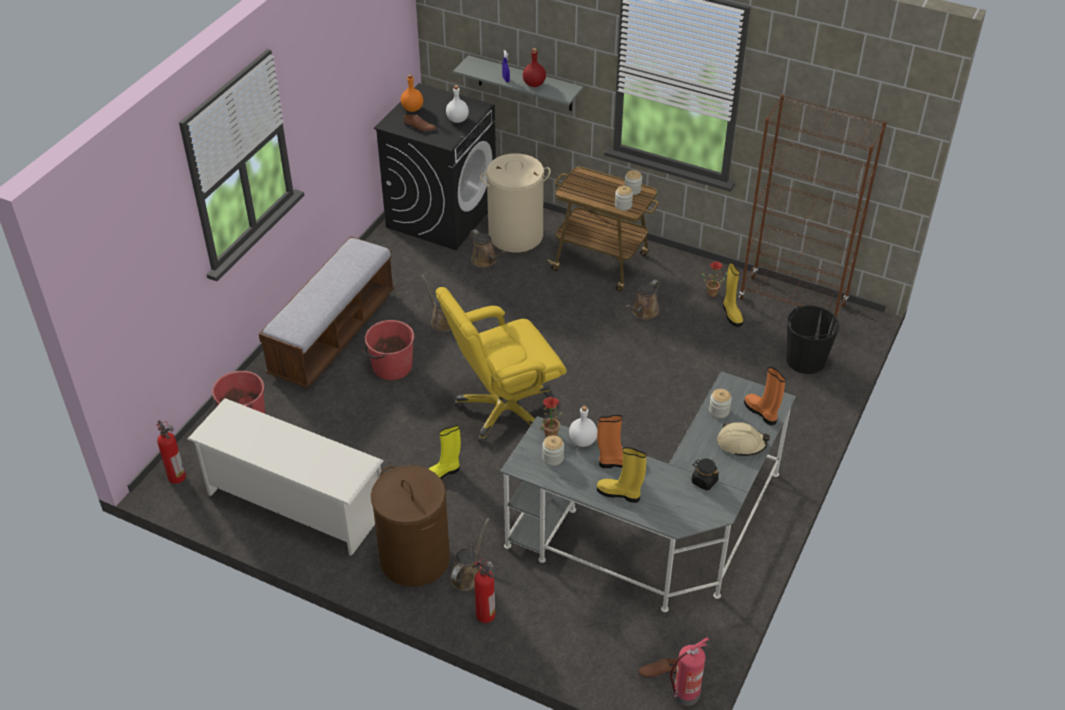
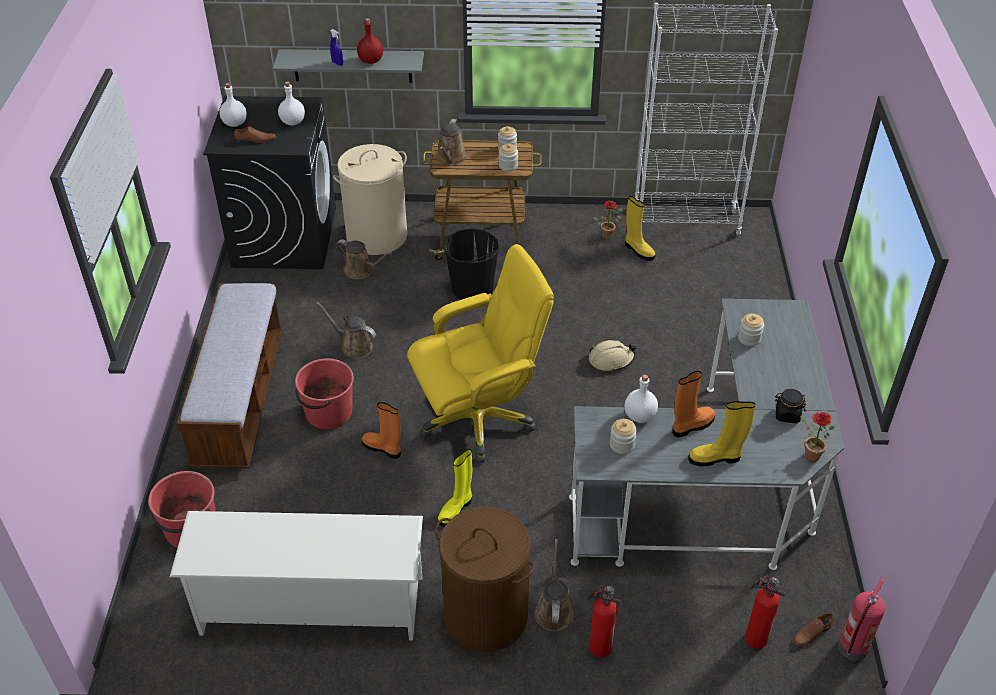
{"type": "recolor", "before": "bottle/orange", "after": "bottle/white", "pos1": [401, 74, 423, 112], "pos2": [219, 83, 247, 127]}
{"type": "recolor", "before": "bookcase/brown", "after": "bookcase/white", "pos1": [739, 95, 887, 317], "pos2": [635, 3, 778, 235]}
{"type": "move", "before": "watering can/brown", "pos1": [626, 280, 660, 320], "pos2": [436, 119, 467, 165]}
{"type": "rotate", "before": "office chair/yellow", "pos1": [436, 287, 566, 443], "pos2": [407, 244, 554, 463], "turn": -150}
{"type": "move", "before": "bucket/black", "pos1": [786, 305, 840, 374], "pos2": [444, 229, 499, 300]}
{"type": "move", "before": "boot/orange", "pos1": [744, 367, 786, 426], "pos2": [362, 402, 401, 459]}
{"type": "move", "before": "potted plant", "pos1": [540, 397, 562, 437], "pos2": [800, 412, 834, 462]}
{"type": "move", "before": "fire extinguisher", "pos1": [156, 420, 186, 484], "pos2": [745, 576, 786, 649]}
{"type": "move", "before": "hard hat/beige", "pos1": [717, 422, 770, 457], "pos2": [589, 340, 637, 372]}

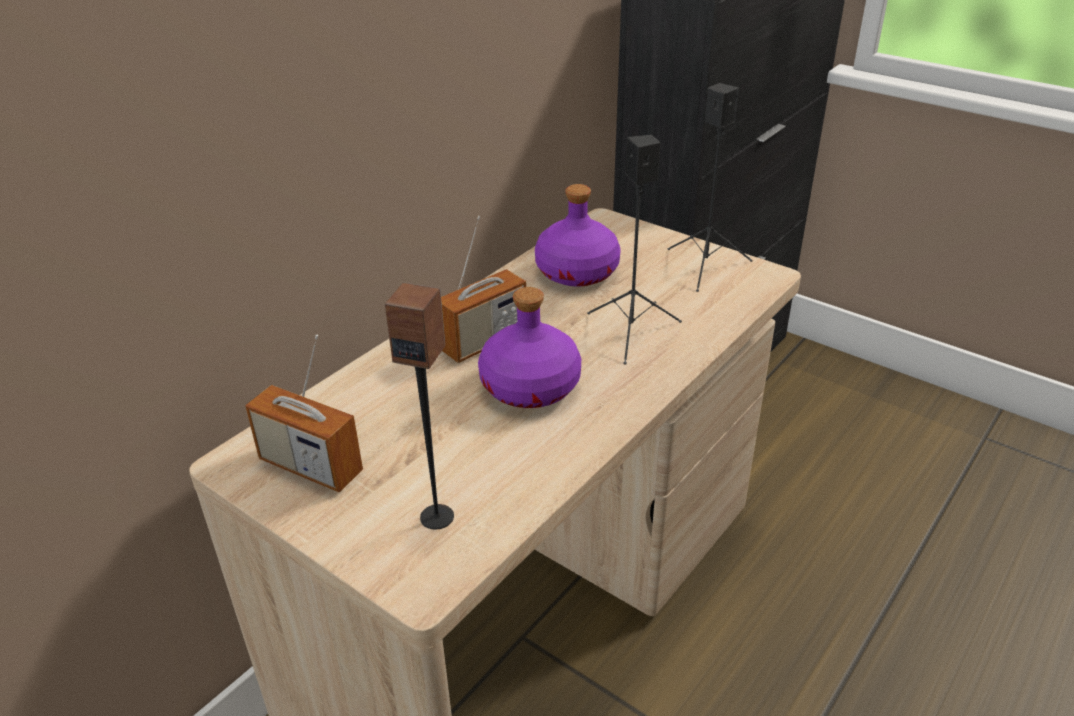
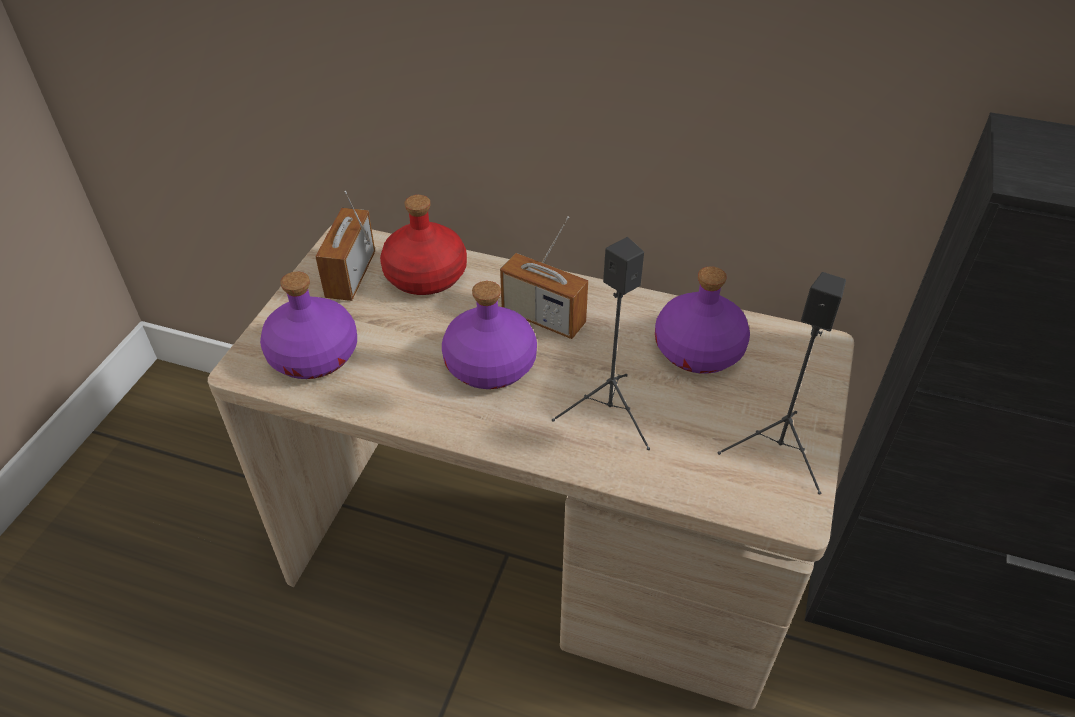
{"type": "replace", "before": "speaker", "after": "bottle/purple", "pos1": [385, 282, 454, 530], "pos2": [260, 272, 357, 379]}
{"type": "insert", "after": "bottle/red", "pos2": [380, 195, 467, 295]}

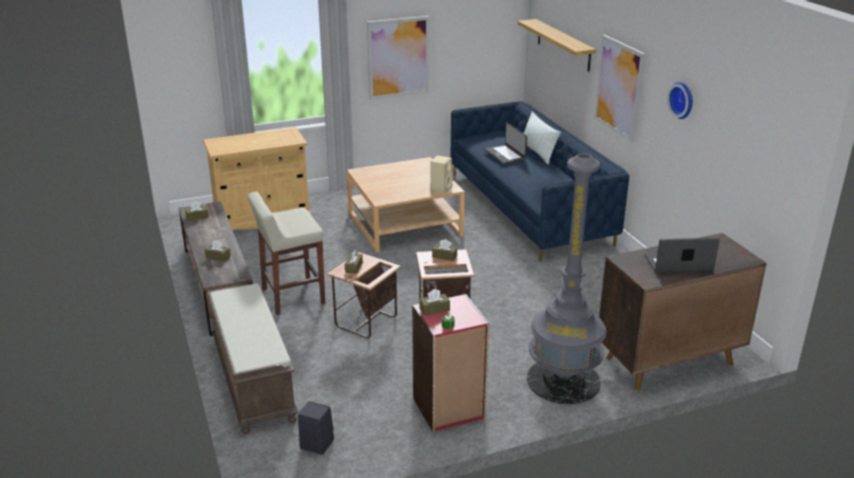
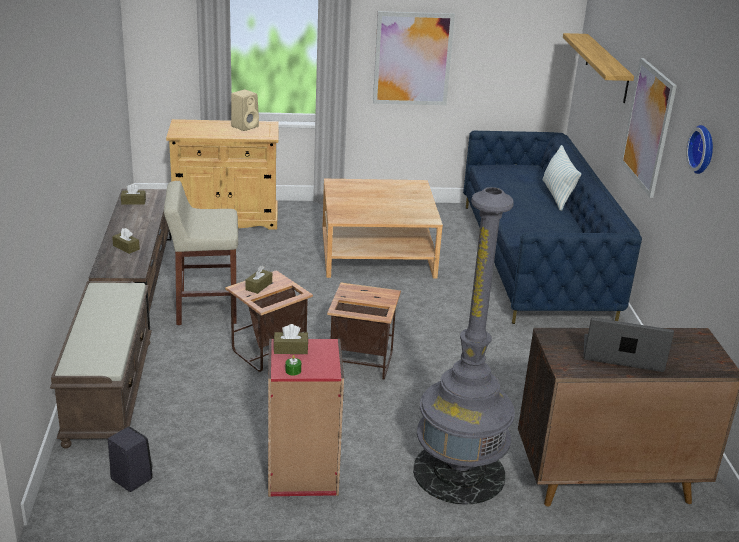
{"type": "delete", "before": "laptop", "pos1": [484, 122, 527, 164]}
{"type": "move", "before": "speaker/beige", "pos1": [430, 156, 453, 193], "pos2": [231, 90, 259, 131]}
{"type": "delete", "before": "tissue box/brown", "pos1": [432, 239, 457, 261]}

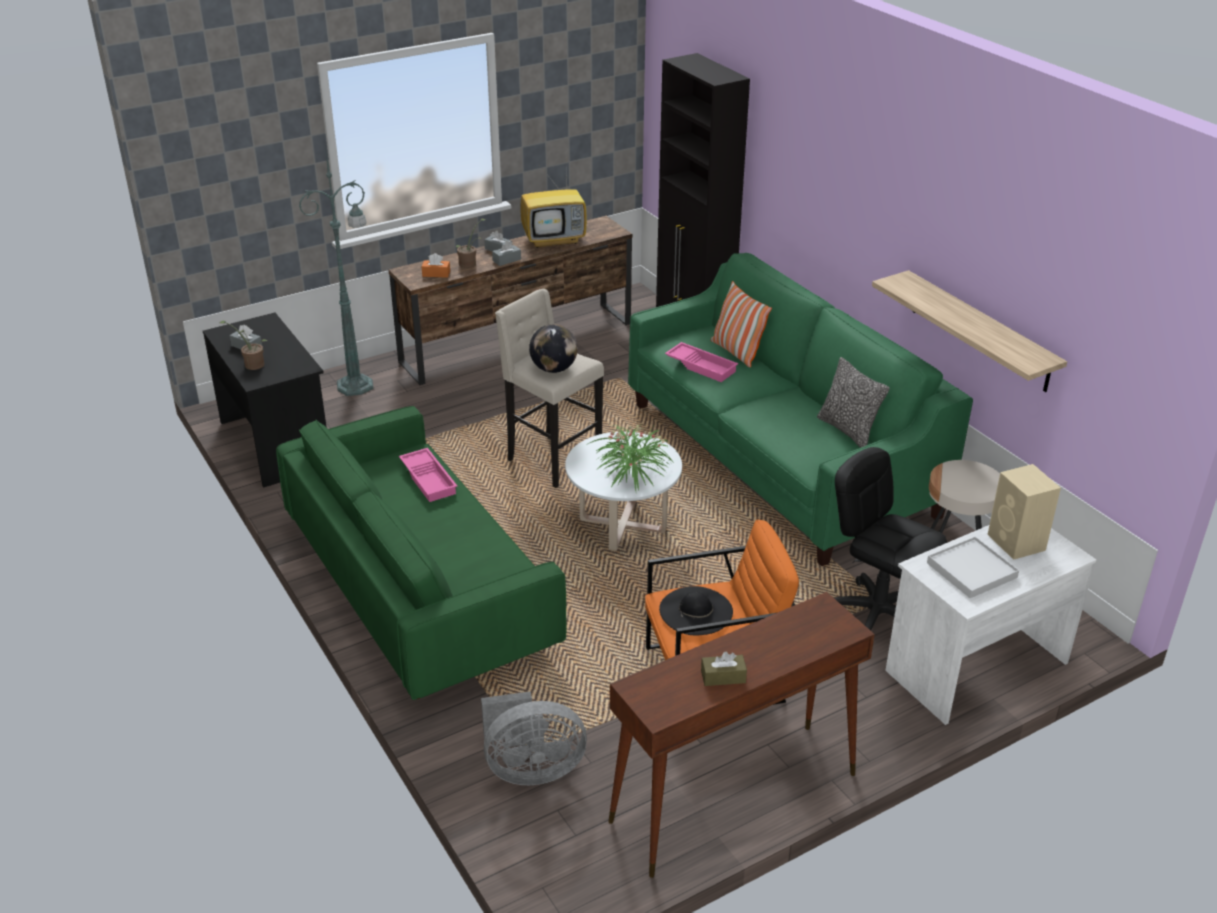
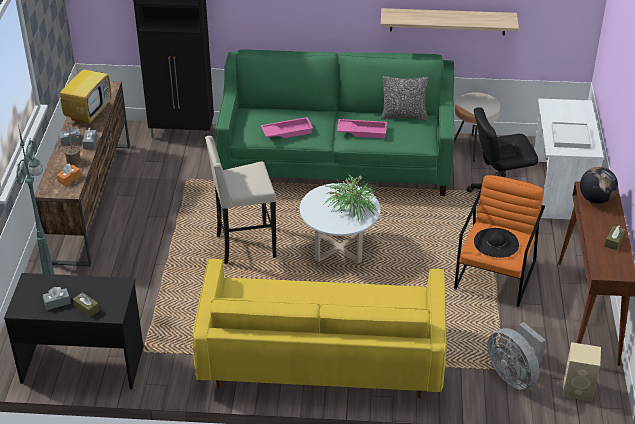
{"type": "delete", "before": "pillow", "pos1": [711, 281, 772, 368]}
{"type": "replace", "before": "potted plant", "after": "tissue box/brown", "pos1": [219, 321, 267, 370], "pos2": [73, 292, 100, 317]}
{"type": "move", "before": "globe", "pos1": [529, 324, 578, 373], "pos2": [580, 167, 618, 204]}
{"type": "recolor", "before": "sofa/green", "after": "sofa/yellow", "pos1": [276, 406, 566, 700], "pos2": [193, 259, 446, 398]}
{"type": "move", "before": "tray/pink", "pos1": [399, 448, 458, 502], "pos2": [337, 119, 387, 138]}
{"type": "move", "before": "speaker/beige", "pos1": [987, 464, 1061, 560], "pos2": [563, 342, 601, 401]}
{"type": "rotate", "before": "fan/grey", "pos1": [481, 691, 587, 785], "pos2": [487, 322, 546, 390], "turn": 120}

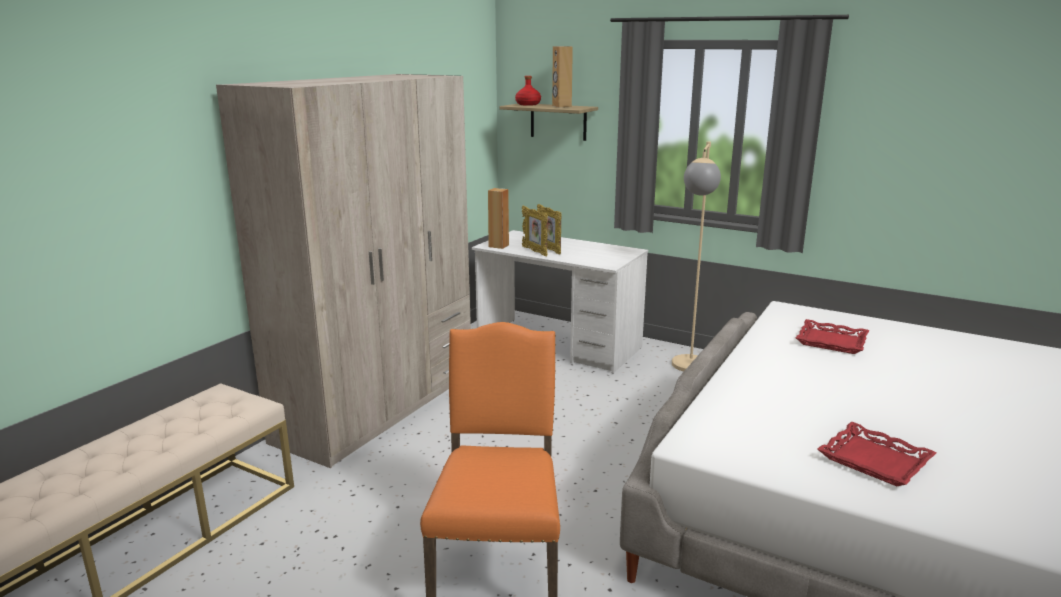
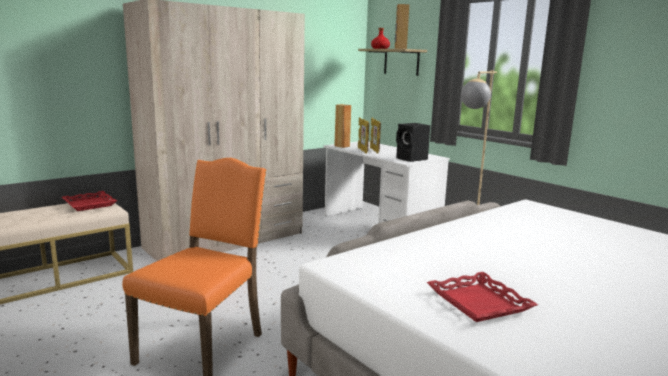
{"type": "move", "before": "tray/red", "pos1": [796, 319, 869, 354], "pos2": [62, 191, 117, 211]}
{"type": "insert", "after": "speaker/black", "pos2": [396, 123, 430, 162]}

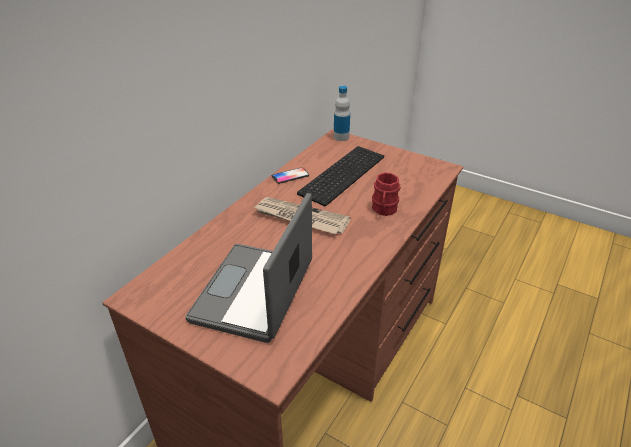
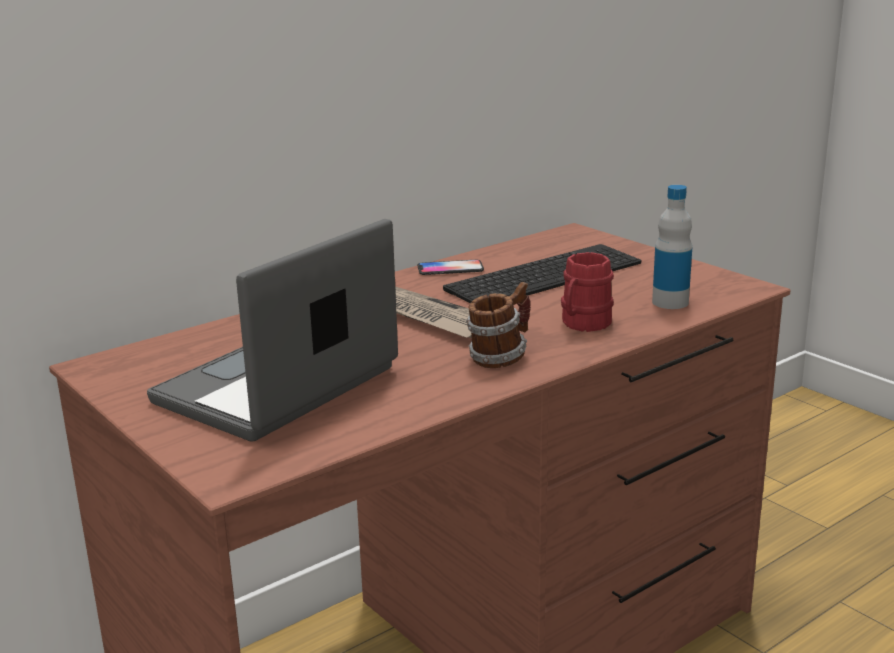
{"type": "move", "before": "bottle", "pos1": [334, 86, 350, 141], "pos2": [652, 185, 692, 309]}
{"type": "insert", "after": "mug", "pos2": [466, 282, 531, 368]}

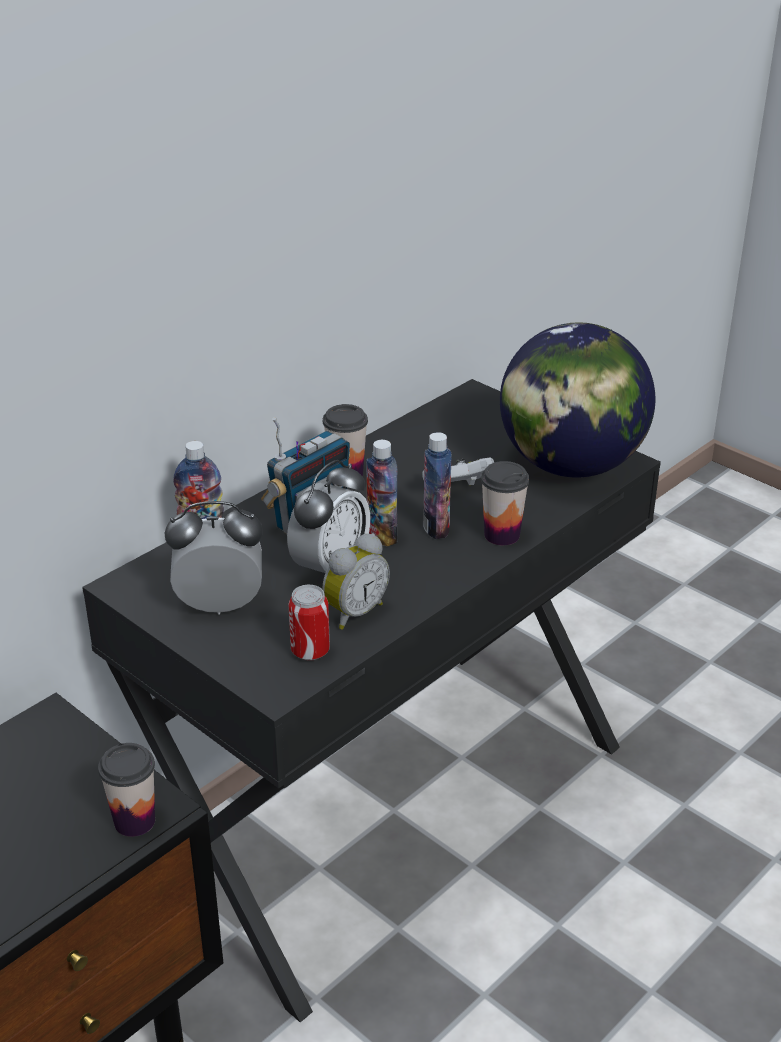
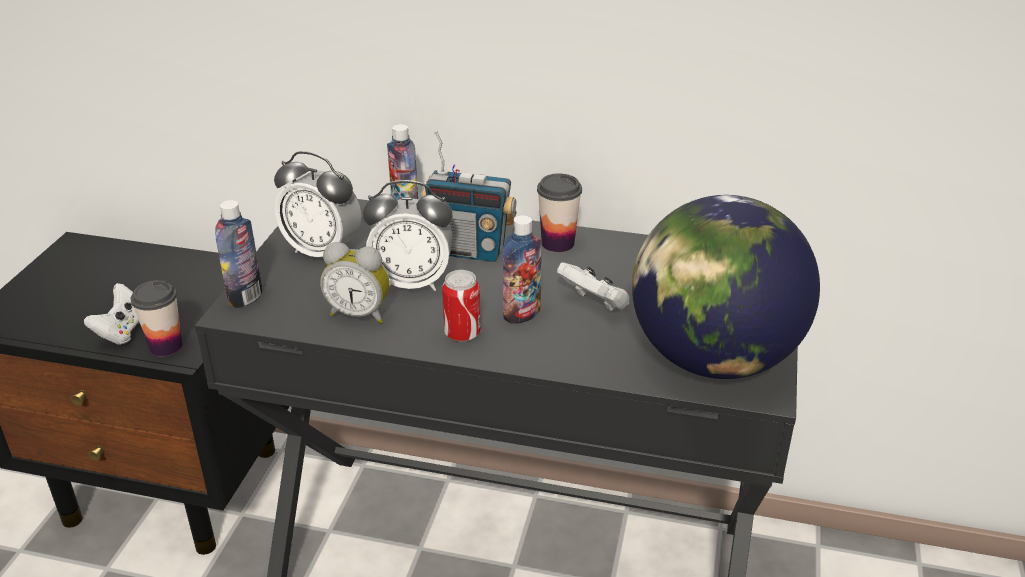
{"type": "move", "before": "bottle", "pos1": [366, 440, 397, 546], "pos2": [215, 200, 262, 308]}
{"type": "delete", "before": "cup", "pos1": [481, 461, 529, 546]}
{"type": "rotate", "before": "alarm clock", "pos1": [165, 501, 263, 615], "pos2": [274, 151, 362, 257], "turn": 150}
{"type": "move", "before": "can", "pos1": [289, 585, 330, 661], "pos2": [442, 270, 481, 342]}
{"type": "insert", "after": "game controller/white", "pos2": [84, 283, 139, 345]}

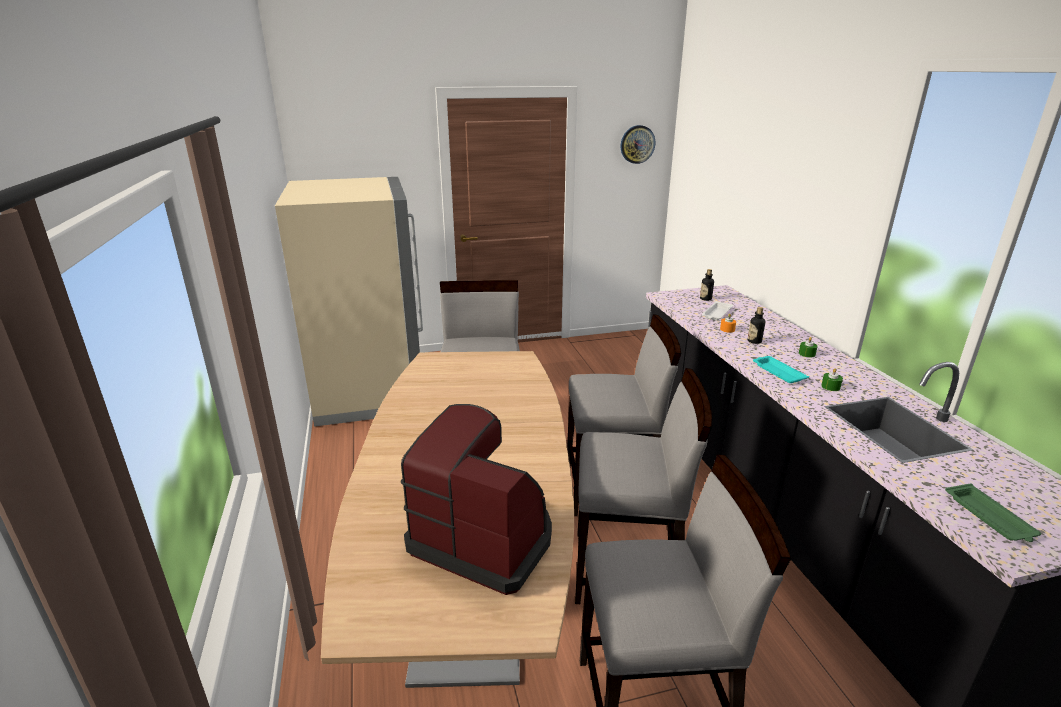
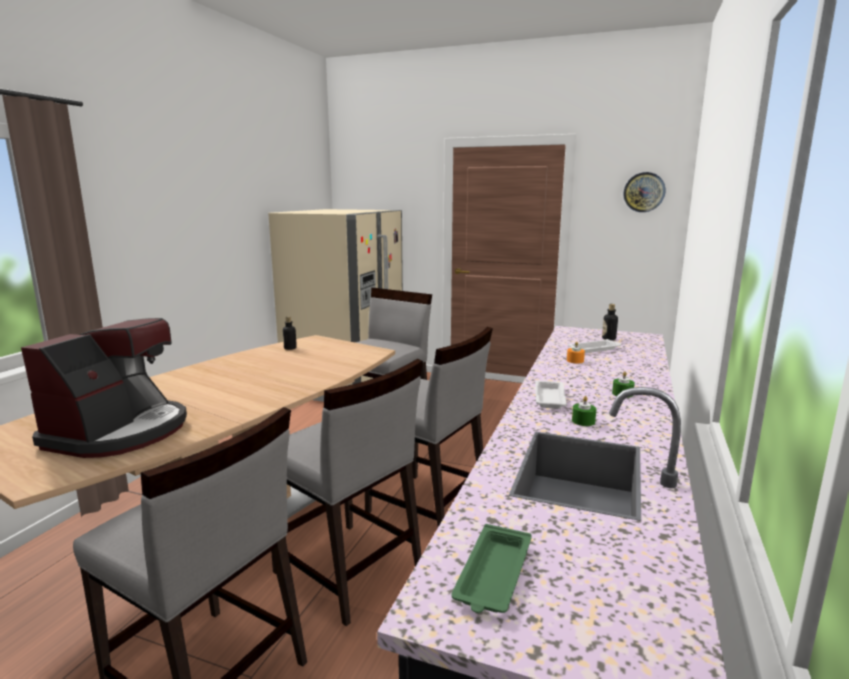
{"type": "move", "before": "bottle", "pos1": [748, 307, 765, 344], "pos2": [283, 316, 297, 350]}
{"type": "recolor", "before": "tray/turquoise", "after": "tray/white", "pos1": [753, 356, 809, 383], "pos2": [535, 381, 567, 409]}
{"type": "rotate", "before": "coffee machine", "pos1": [401, 404, 552, 595], "pos2": [21, 318, 187, 458], "turn": 45}

